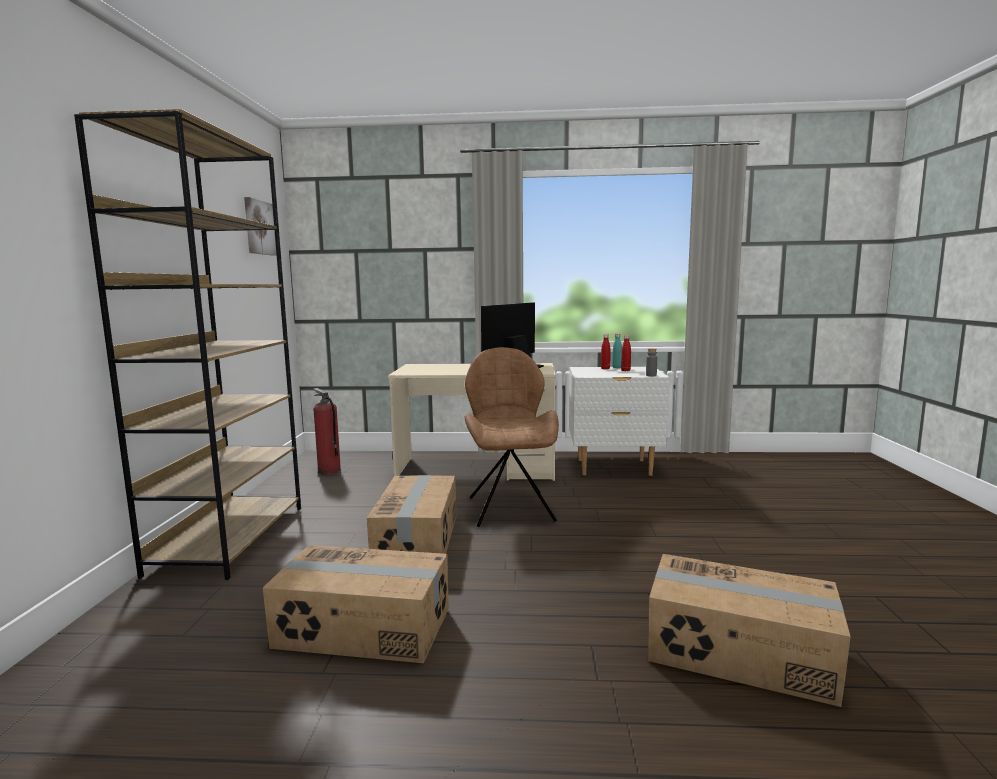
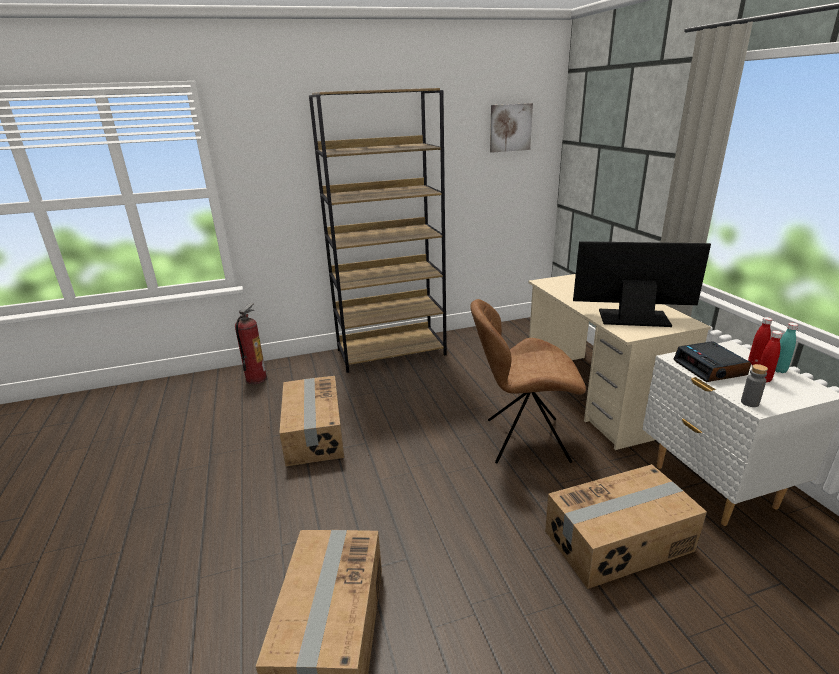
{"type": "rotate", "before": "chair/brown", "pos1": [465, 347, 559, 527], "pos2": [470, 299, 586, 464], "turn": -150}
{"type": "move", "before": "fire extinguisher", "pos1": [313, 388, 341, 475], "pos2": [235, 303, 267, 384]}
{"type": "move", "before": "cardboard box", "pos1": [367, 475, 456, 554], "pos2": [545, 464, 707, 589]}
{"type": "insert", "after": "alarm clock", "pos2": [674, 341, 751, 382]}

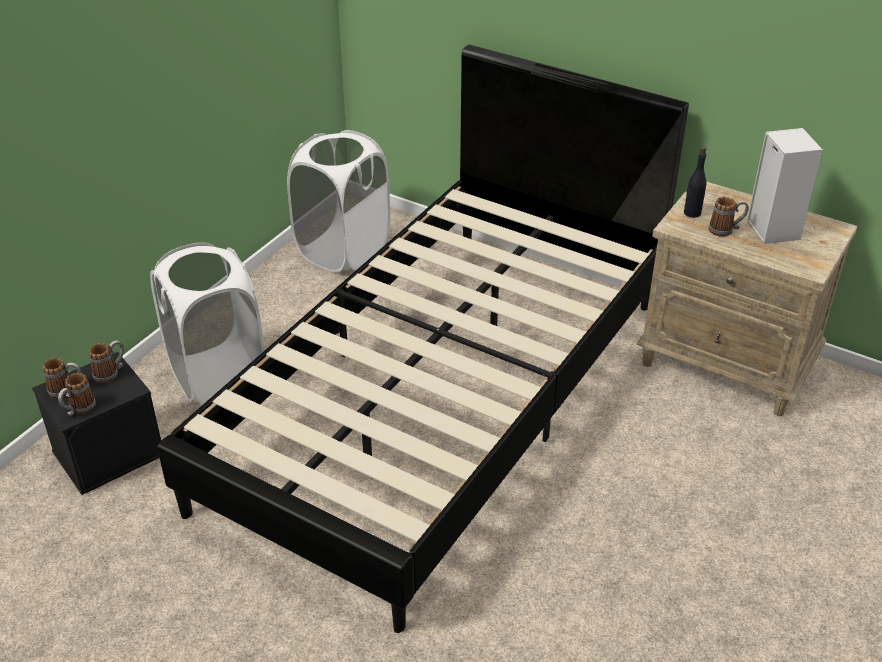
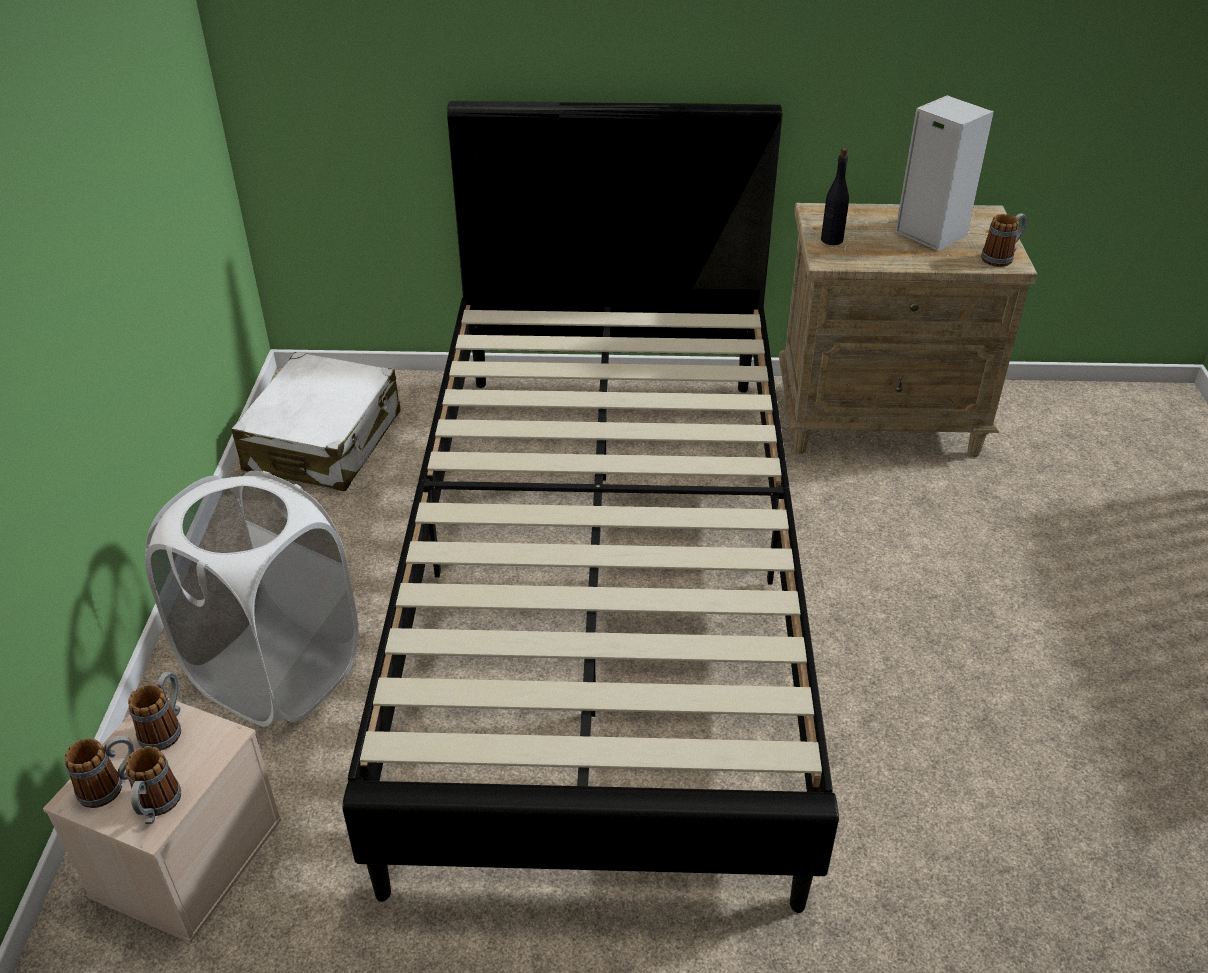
{"type": "replace", "before": "laundry basket/white", "after": "suitcase/white", "pos1": [287, 130, 390, 273], "pos2": [232, 352, 400, 491]}
{"type": "move", "before": "mug", "pos1": [709, 197, 749, 237], "pos2": [981, 213, 1027, 267]}
{"type": "recolor", "before": "storage box/black", "after": "storage box/beige", "pos1": [32, 352, 161, 495], "pos2": [43, 698, 281, 943]}

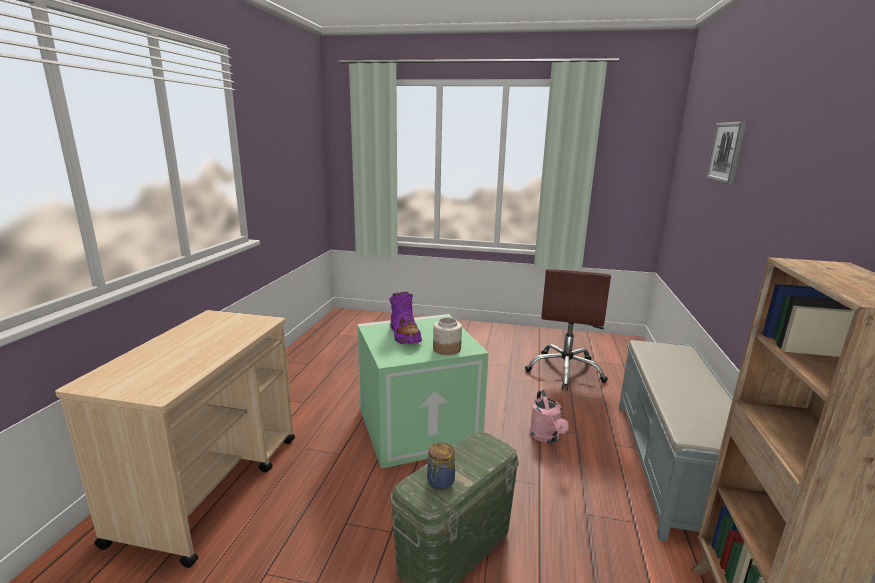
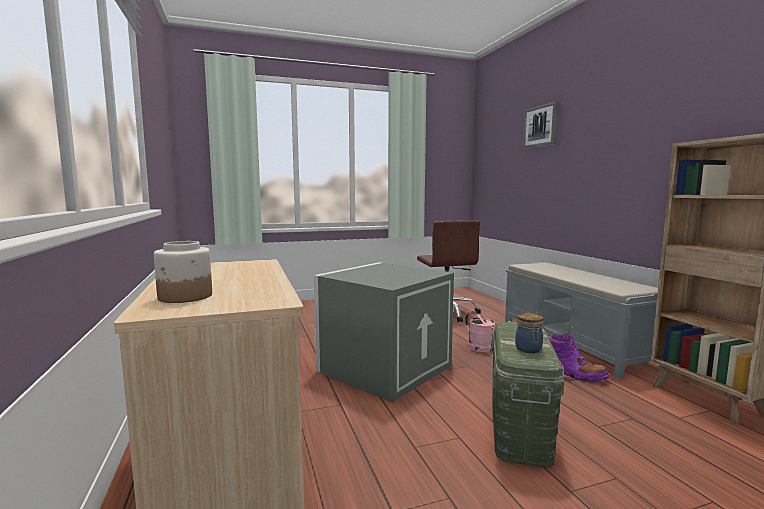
{"type": "move", "before": "boot/purple", "pos1": [389, 292, 422, 344], "pos2": [549, 333, 610, 383]}
{"type": "recolor", "before": "storage box/green", "after": "storage box/grey", "pos1": [357, 314, 489, 469], "pos2": [314, 262, 454, 402]}
{"type": "move", "before": "jar", "pos1": [433, 317, 462, 355], "pos2": [154, 241, 212, 303]}

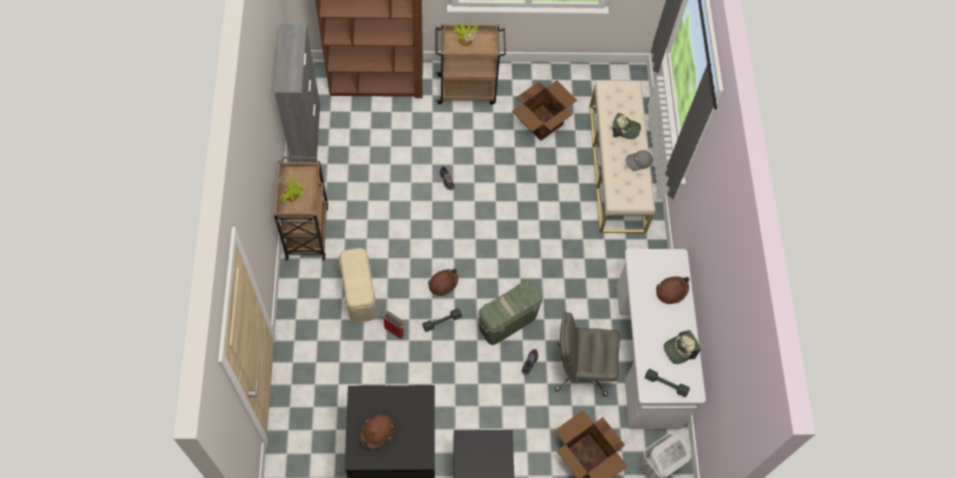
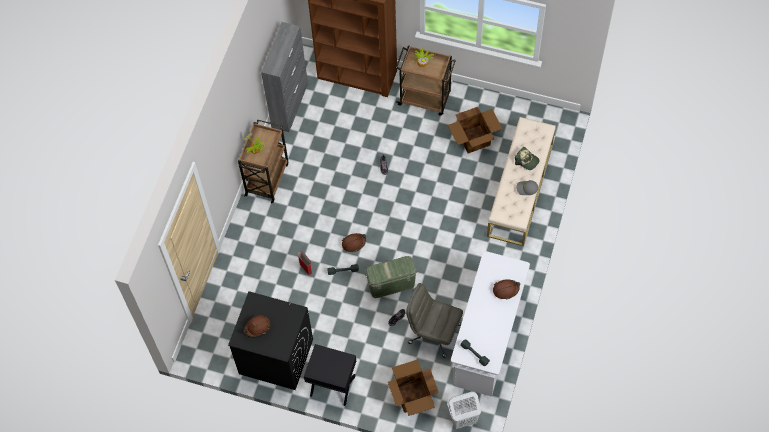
{"type": "delete", "before": "storage box/beige", "pos1": [339, 248, 376, 323]}
{"type": "delete", "before": "cap", "pos1": [664, 330, 700, 364]}

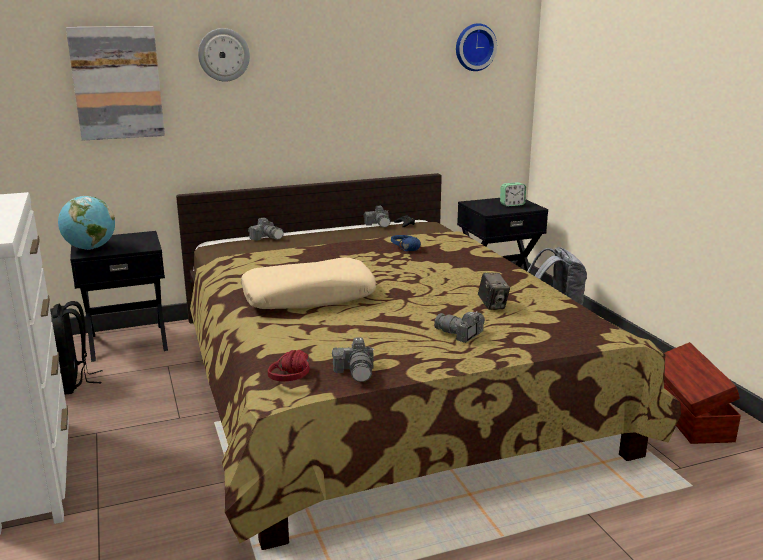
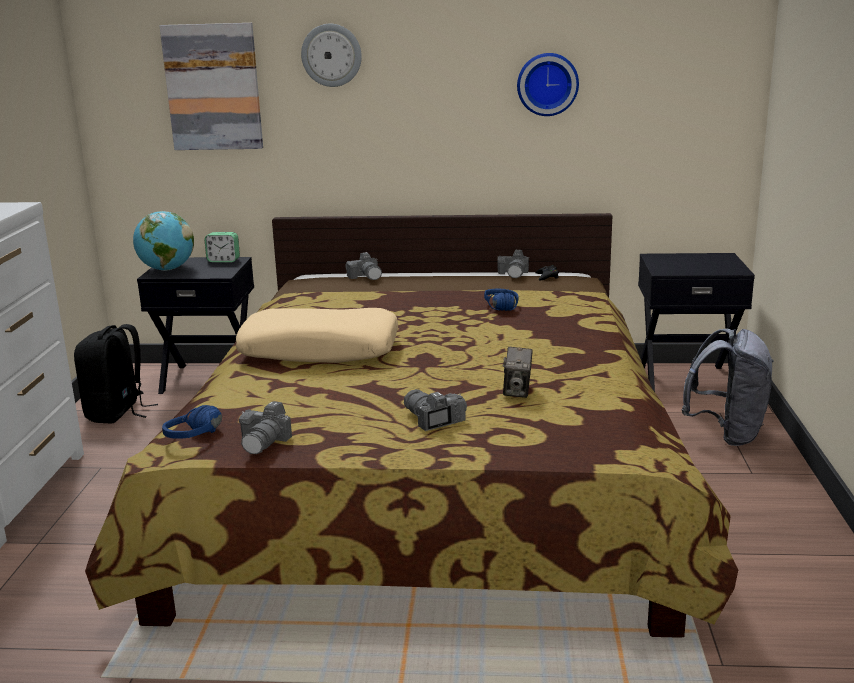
{"type": "move", "before": "wall clock", "pos1": [456, 23, 497, 71], "pos2": [517, 53, 579, 116]}
{"type": "move", "before": "alarm clock", "pos1": [500, 182, 526, 207], "pos2": [204, 232, 240, 262]}
{"type": "delete", "before": "storage box/brown", "pos1": [664, 342, 741, 444]}
{"type": "recolor", "before": "headphones/red", "after": "headphones/blue", "pos1": [268, 350, 310, 381], "pos2": [162, 405, 222, 439]}

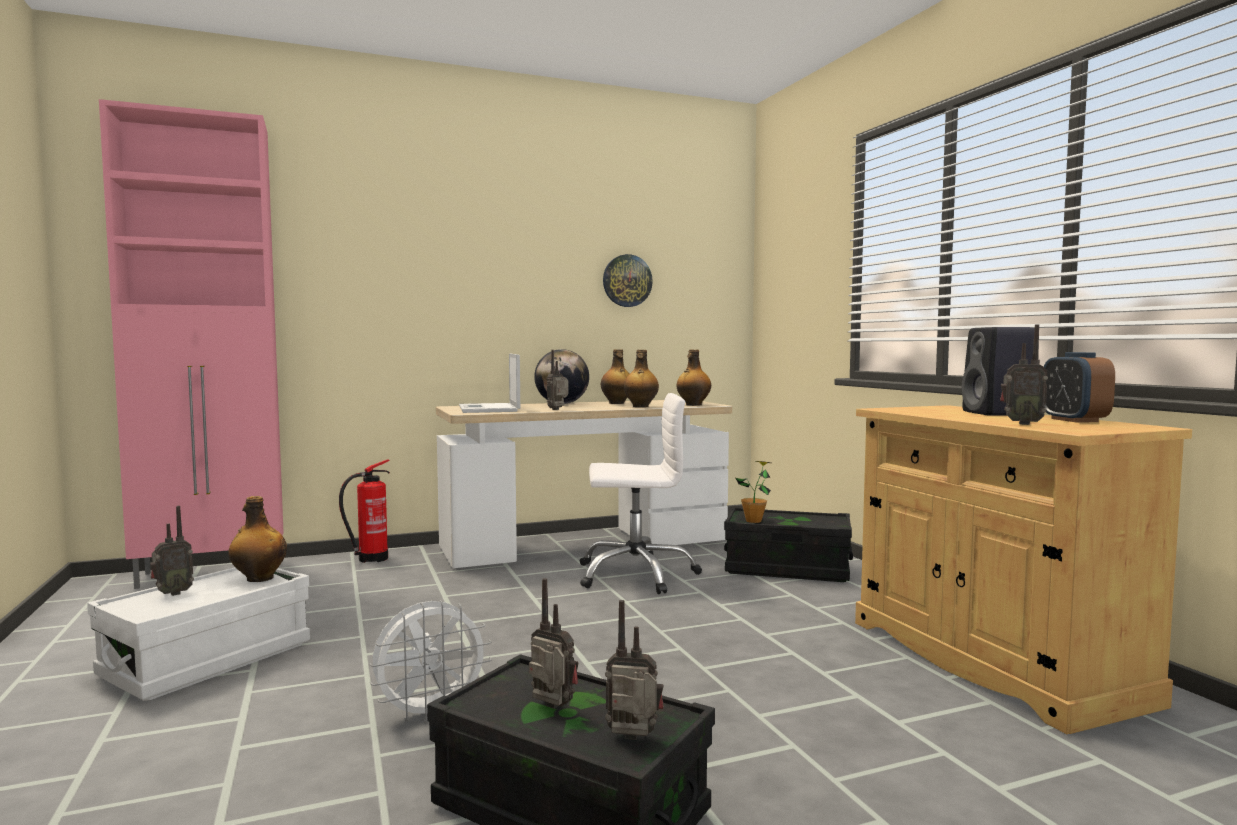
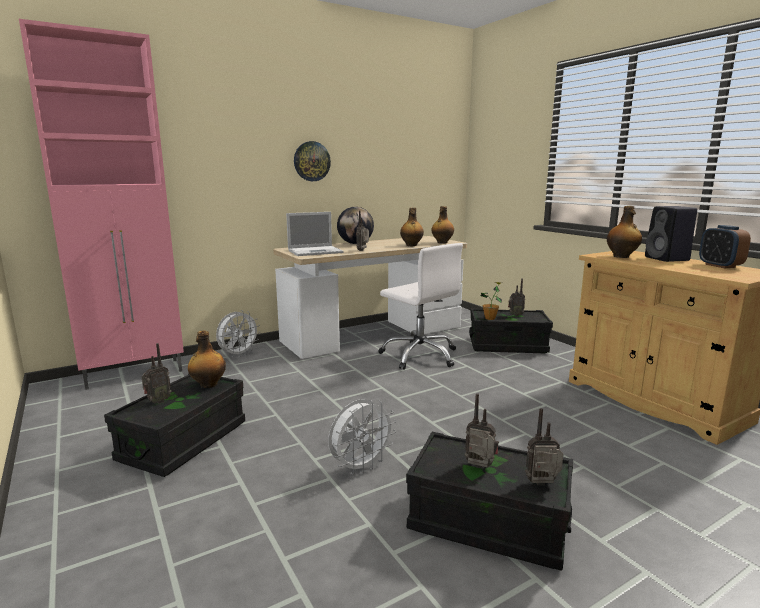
{"type": "move", "before": "wall clock", "pos1": [603, 254, 653, 307], "pos2": [294, 141, 331, 181]}
{"type": "move", "before": "radio", "pos1": [1000, 325, 1048, 425], "pos2": [508, 278, 525, 316]}
{"type": "move", "before": "bottle", "pos1": [601, 349, 629, 404], "pos2": [607, 206, 642, 258]}
{"type": "rotate", "before": "laptop", "pos1": [459, 353, 520, 413], "pos2": [286, 212, 344, 256], "turn": -90}
{"type": "rotate", "before": "office chair/white", "pos1": [580, 393, 702, 594], "pos2": [378, 243, 463, 370], "turn": 60}
{"type": "replace", "before": "fire extinguisher", "after": "fan/white", "pos1": [339, 459, 390, 563], "pos2": [216, 310, 260, 357]}
{"type": "recolor", "before": "storage box/white", "after": "storage box/black", "pos1": [88, 567, 310, 701], "pos2": [104, 374, 245, 477]}

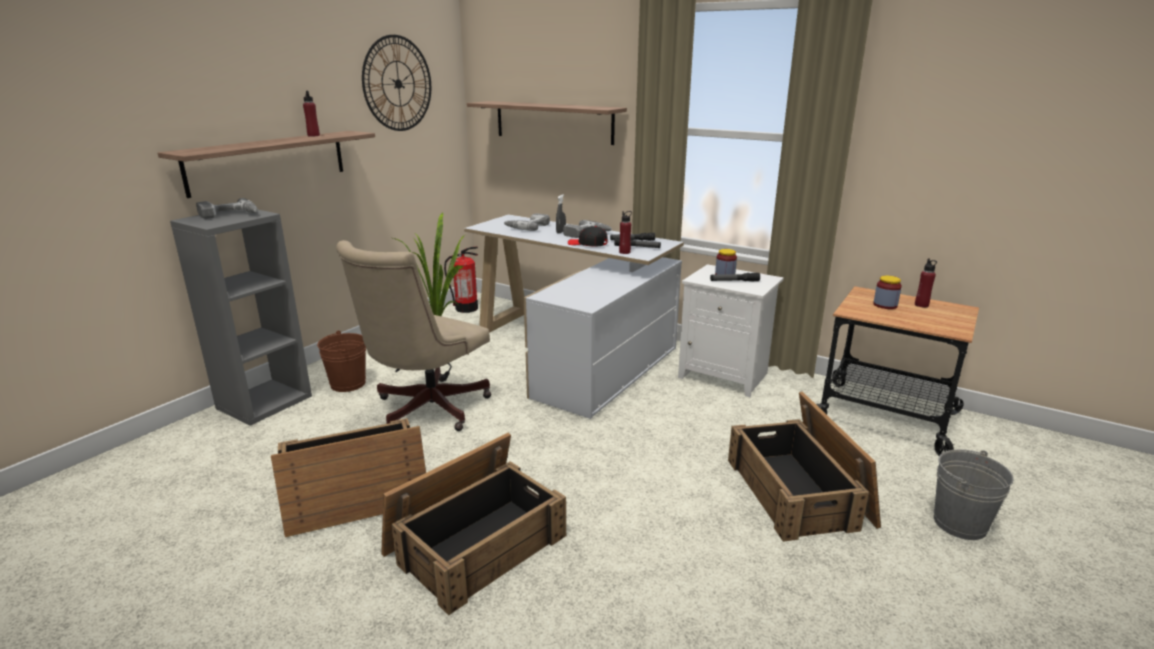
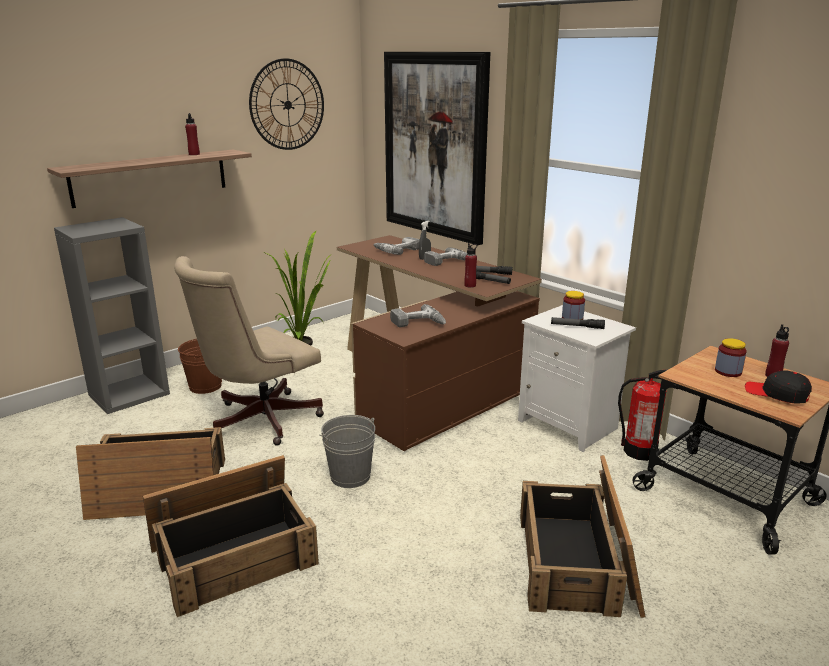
{"type": "replace", "before": "shelf", "after": "picture", "pos1": [467, 101, 627, 145], "pos2": [384, 52, 490, 245]}
{"type": "move", "before": "power drill", "pos1": [196, 198, 257, 219], "pos2": [390, 304, 446, 327]}
{"type": "recolor", "before": "desk/white", "after": "desk/brown", "pos1": [464, 214, 684, 419], "pos2": [337, 235, 542, 451]}
{"type": "move", "before": "cap/black", "pos1": [568, 226, 608, 247], "pos2": [745, 371, 812, 404]}
{"type": "move", "before": "fire extinguisher", "pos1": [444, 247, 478, 313], "pos2": [618, 370, 666, 461]}
{"type": "move", "before": "bucket/grey", "pos1": [934, 449, 1014, 540], "pos2": [319, 415, 375, 488]}

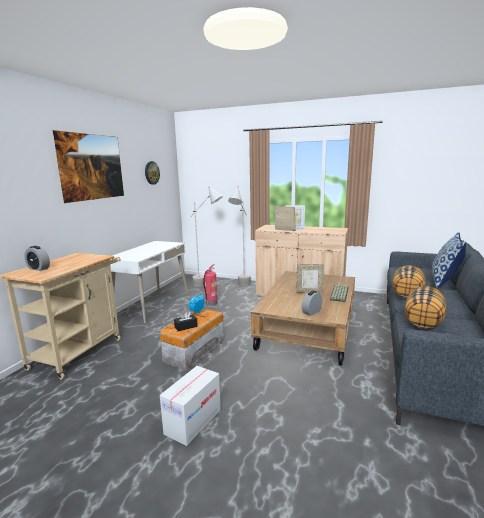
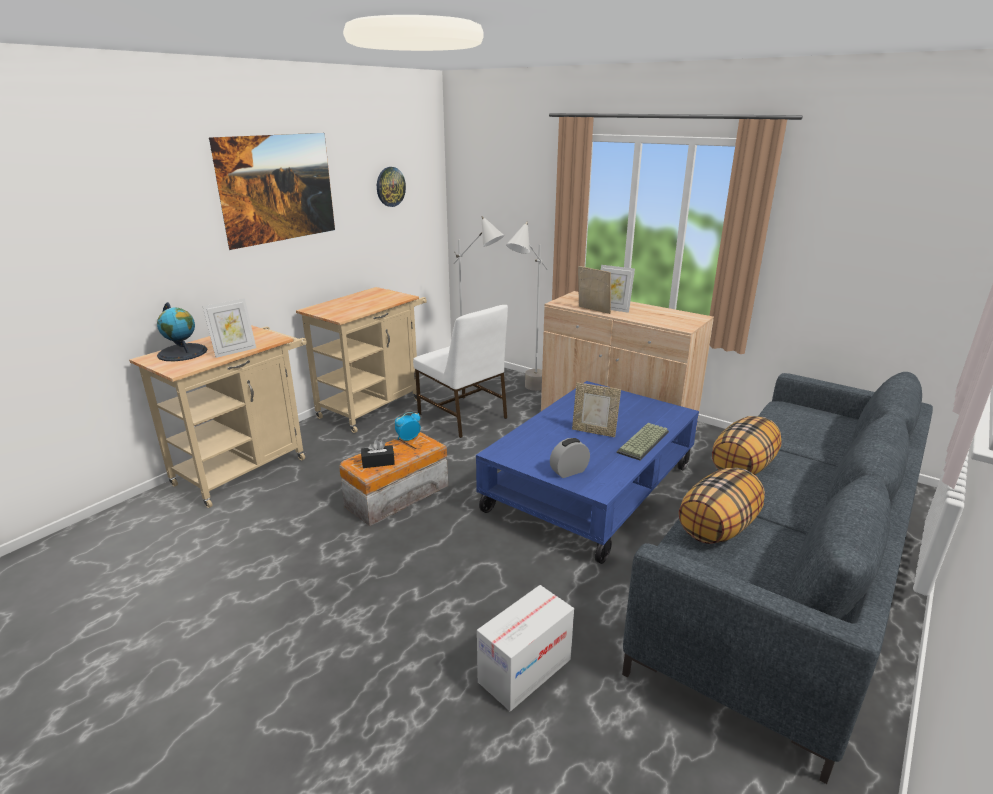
{"type": "delete", "before": "pillow", "pos1": [432, 232, 466, 289]}
{"type": "replace", "before": "desk/white", "after": "cart/beige", "pos1": [110, 241, 188, 324], "pos2": [296, 287, 427, 433]}
{"type": "replace", "before": "alarm clock", "after": "globe", "pos1": [24, 246, 50, 271], "pos2": [157, 302, 207, 361]}
{"type": "replace", "before": "fire extinguisher", "after": "chair/white", "pos1": [203, 264, 218, 306], "pos2": [413, 305, 508, 438]}
{"type": "recolor", "before": "coffee table/brown", "after": "coffee table/blue", "pos1": [251, 271, 355, 366], "pos2": [476, 381, 699, 564]}
{"type": "move", "before": "cardboard box", "pos1": [160, 366, 221, 446], "pos2": [477, 585, 574, 711]}
{"type": "insert", "after": "picture frame", "pos2": [203, 298, 256, 358]}

